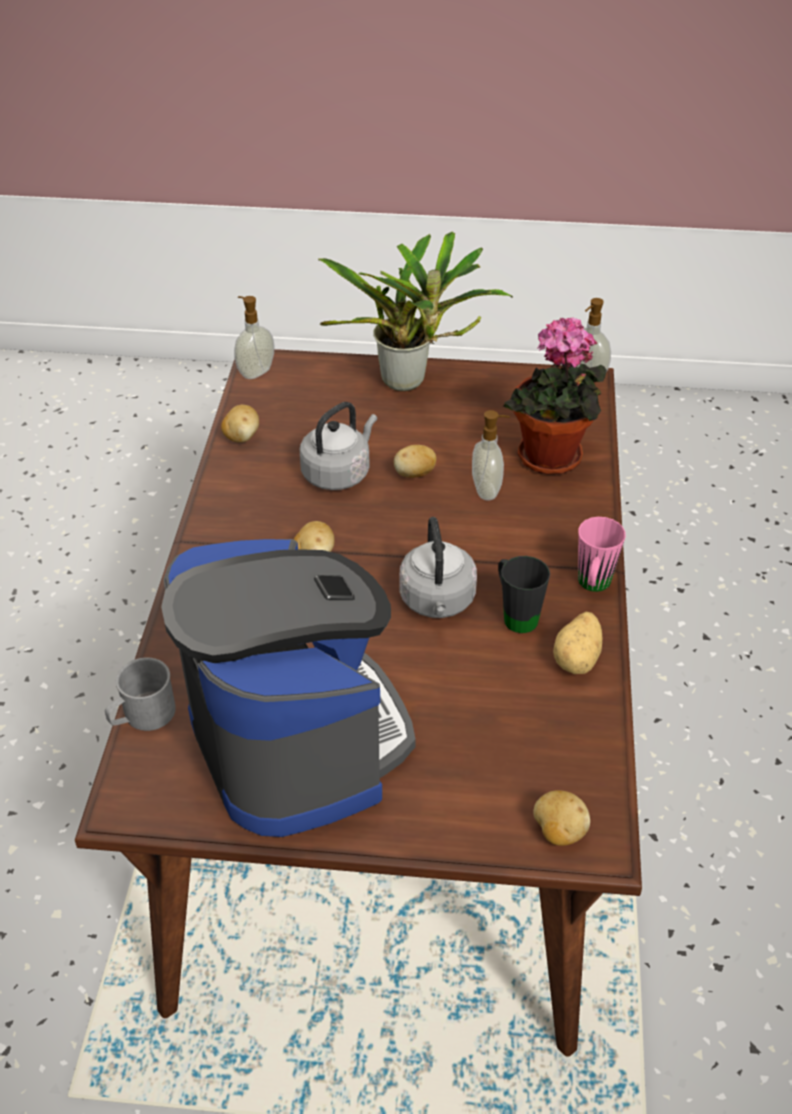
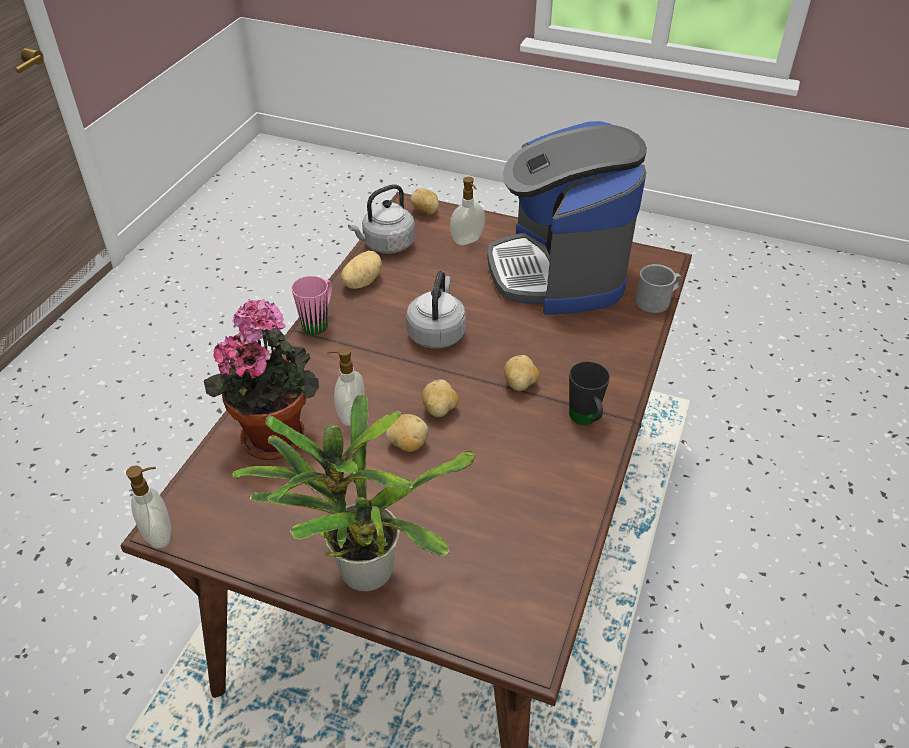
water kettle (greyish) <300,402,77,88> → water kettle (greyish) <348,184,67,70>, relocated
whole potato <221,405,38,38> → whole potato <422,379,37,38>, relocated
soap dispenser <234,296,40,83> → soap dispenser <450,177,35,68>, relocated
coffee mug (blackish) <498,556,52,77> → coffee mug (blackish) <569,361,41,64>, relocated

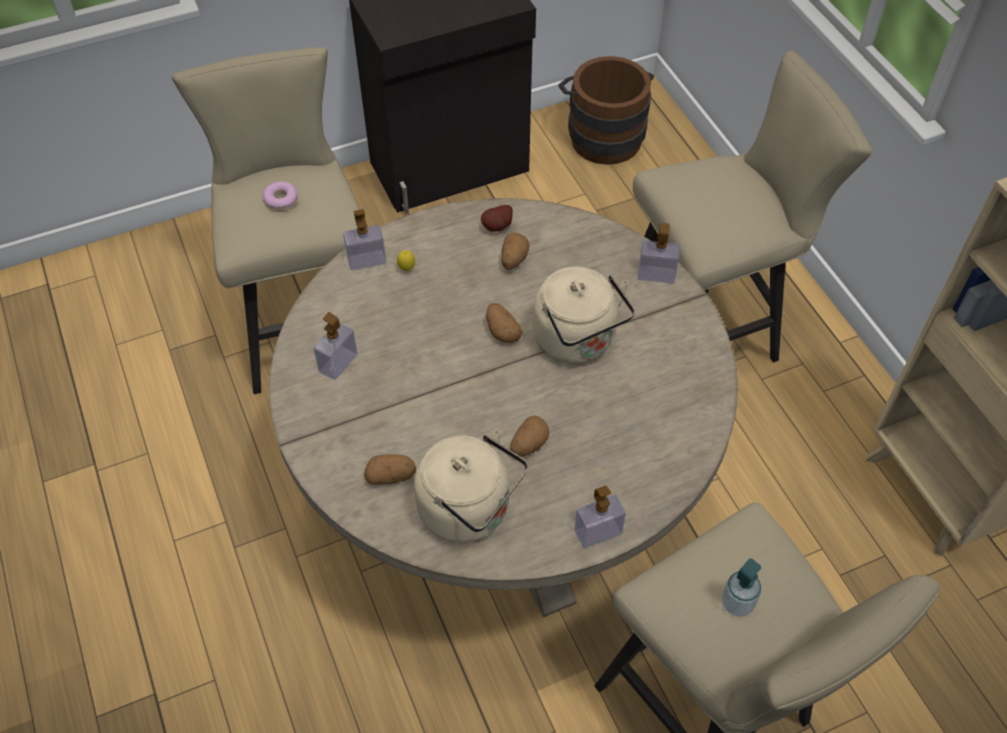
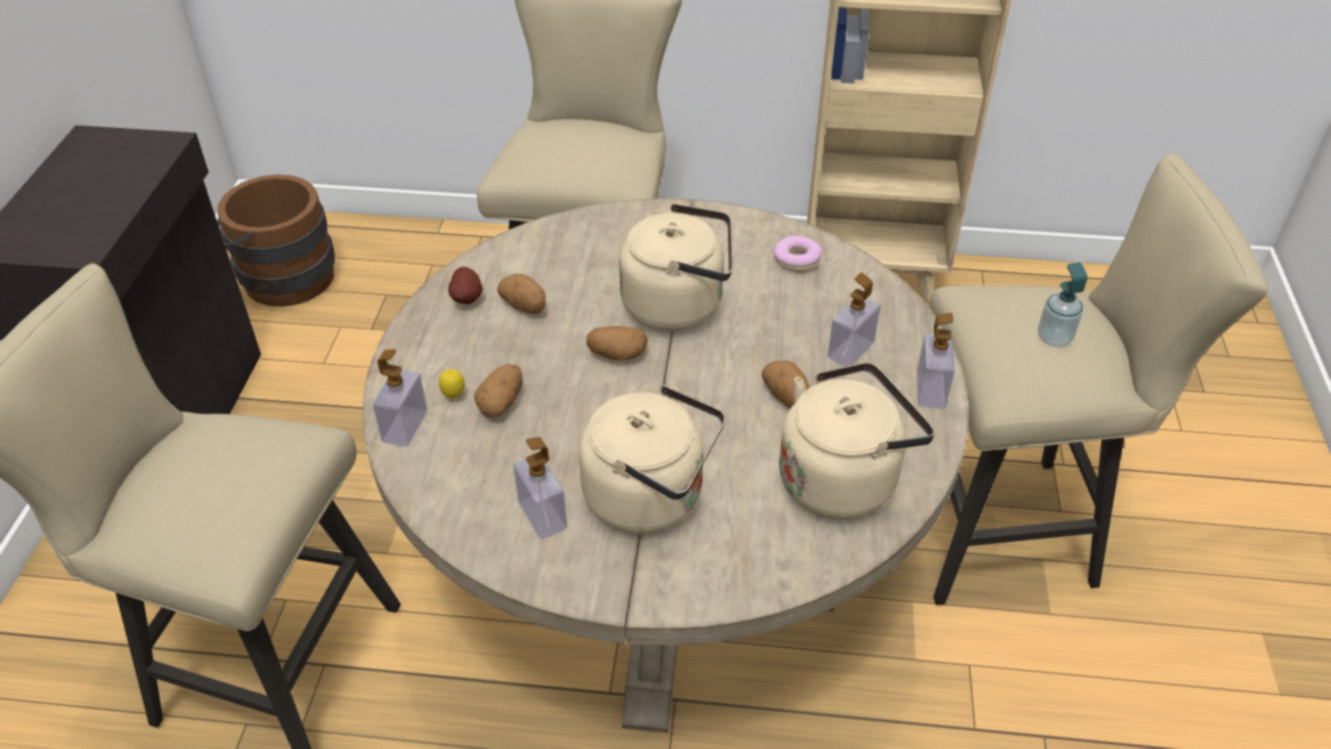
whole potato <364,454,52,30> → whole potato <474,364,49,54>, relocated
- → water kettle (sand-coloured) <579,385,146,149>
doughnut <263,181,35,30> → doughnut <774,236,48,35>, relocated
soap dispenser <638,223,42,60> → soap dispenser <828,273,52,93>, relocated

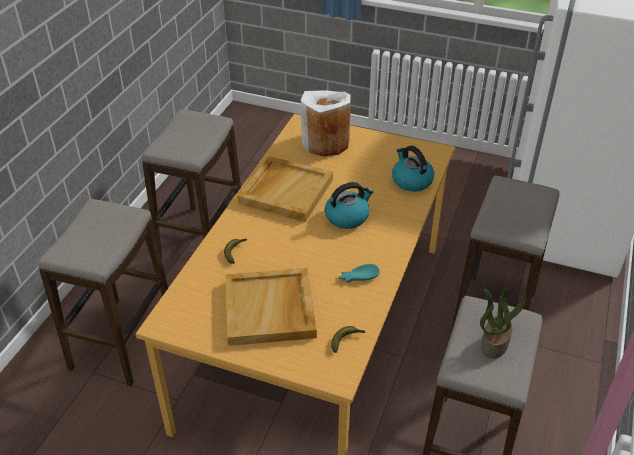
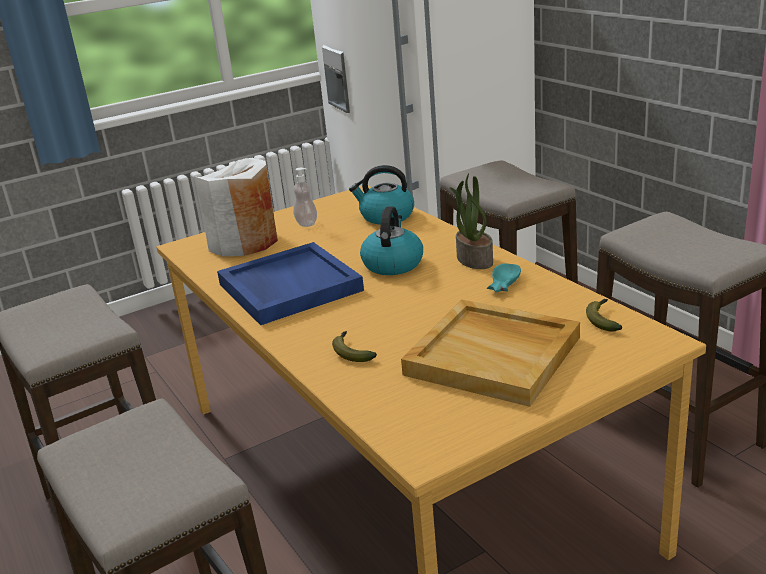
tray (sand-coloured) <238,156,95,66> → tray (blue) <217,242,147,83>
- → soap dispenser <293,168,24,59>
plant in a pot <480,289,46,70> → plant in a pot <449,173,44,96>, relocated

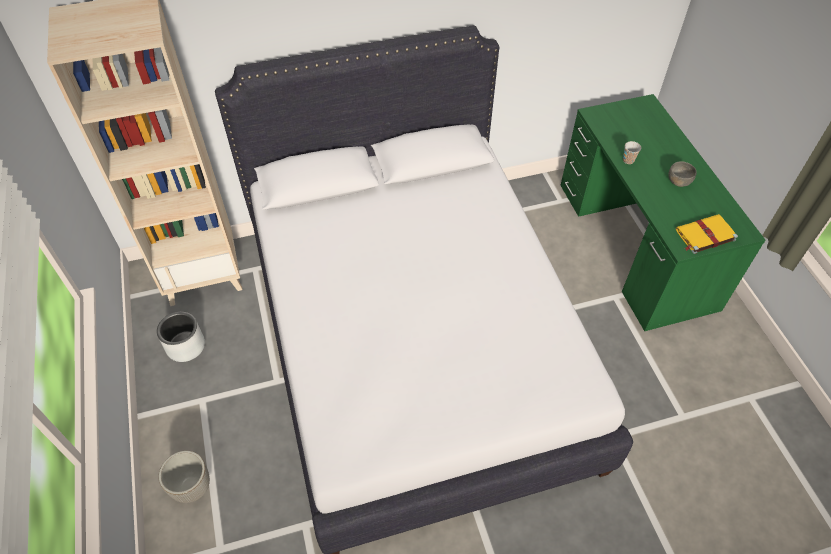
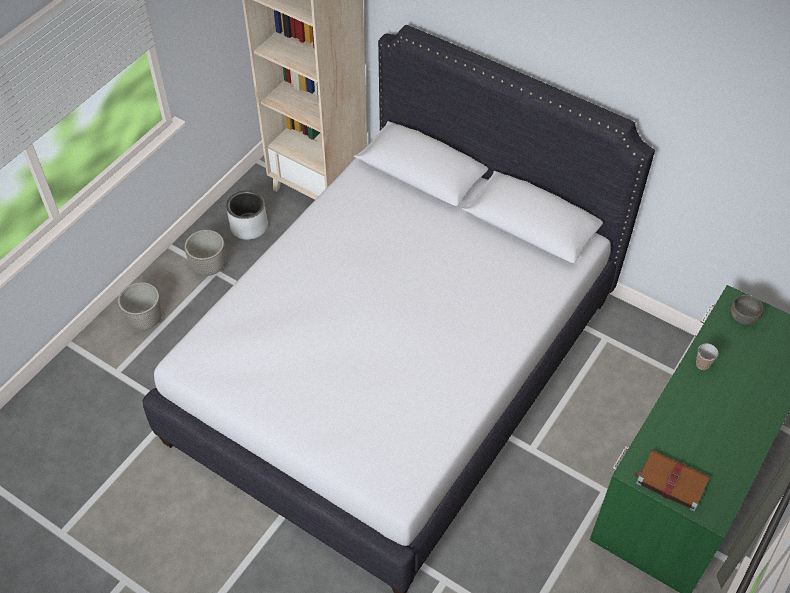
- → plant pot <184,230,42,46>
book (yellowish) <676,214,62,40> → book (brown-coloured) <634,450,76,61>
deep dish (greyish) <668,161,28,26> → deep dish (greyish) <731,295,32,30>, relocated

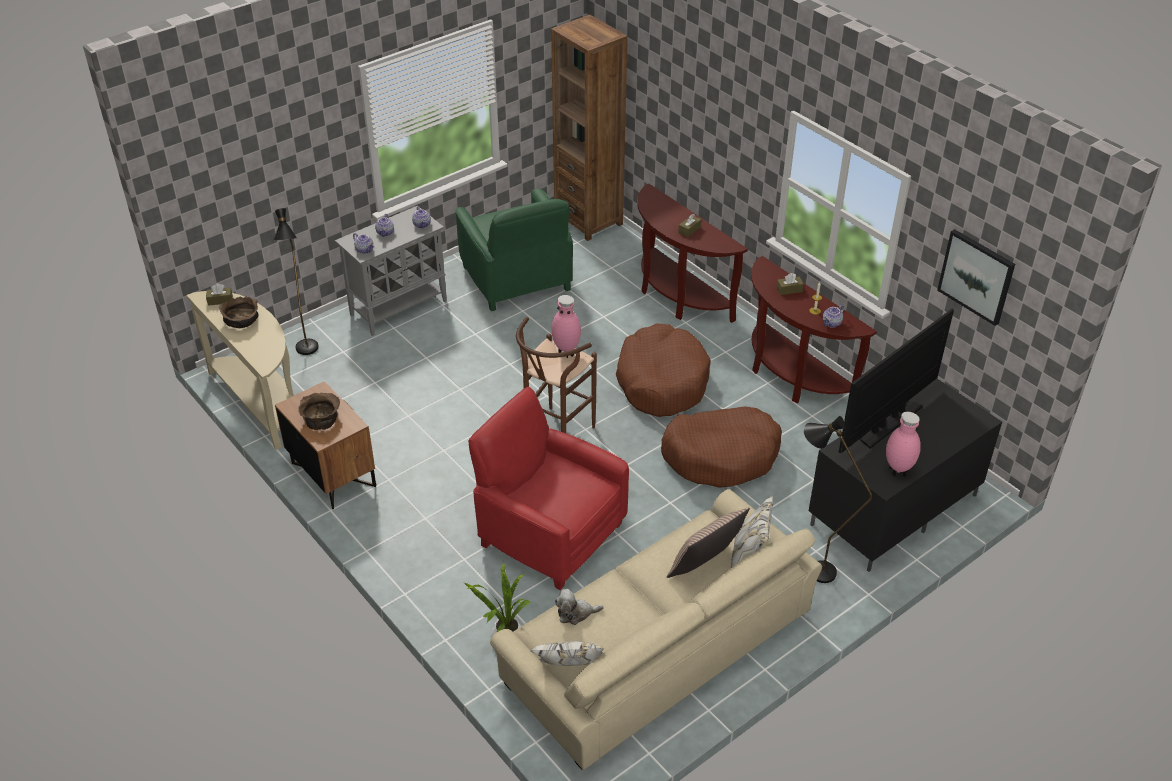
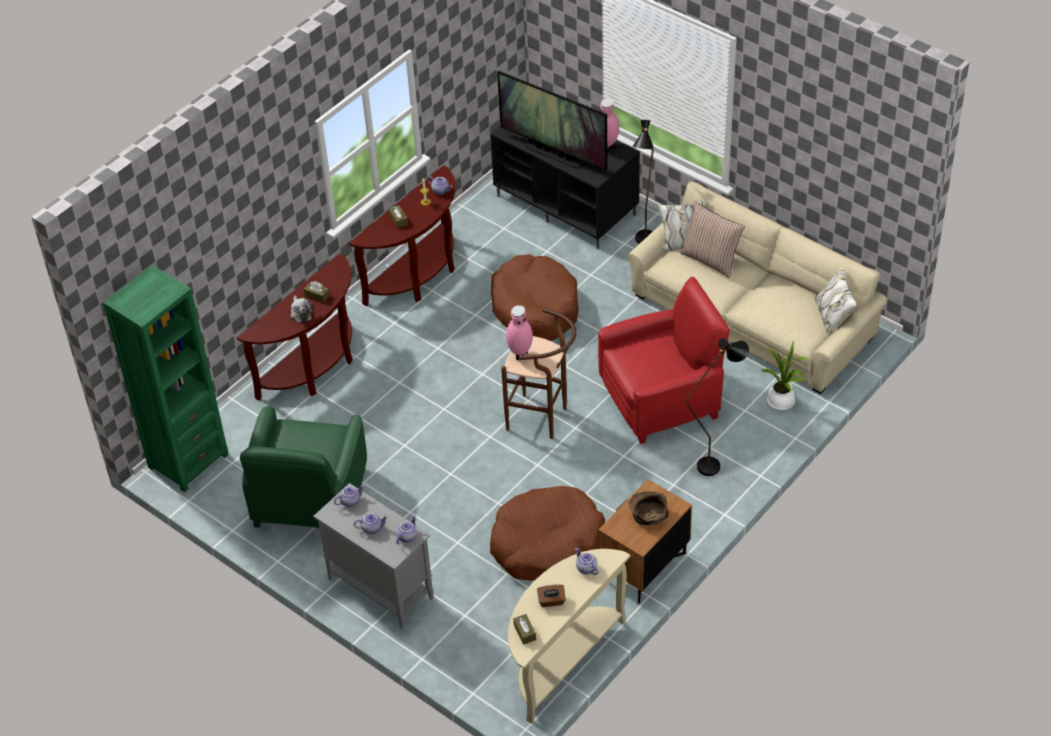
bookshelf (brown-coloured) <551,15,77,226> → bookshelf (green) <103,265,126,227>
lounge chair (green) <456,188,117,123> → lounge chair (green) <240,406,127,122>, 135 degrees clockwise
cuddly toy <555,589,49,36> → cuddly toy <290,295,24,28>, relocated
dog cushion (brown-coloured) <616,324,95,93> → dog cushion (brown-coloured) <490,486,115,95>, relocated
deep dish (brown-coloured) <219,297,39,31> → tissue box (brown-coloured) <537,584,29,23>
- → pot for tea <575,548,23,27>
lounge chair (red-coloured) <468,387,161,203> → lounge chair (red-coloured) <598,277,132,167>, 135 degrees counterclockwise
standard lamp (blackish) <273,208,46,147> → standard lamp (blackish) <686,338,63,138>, relocated
picture <937,229,78,97> → -

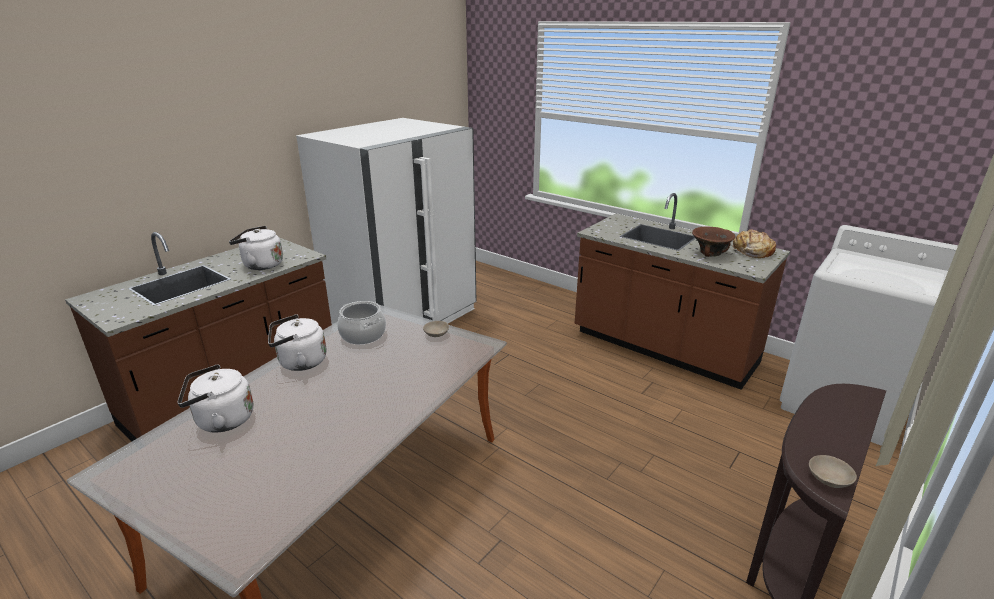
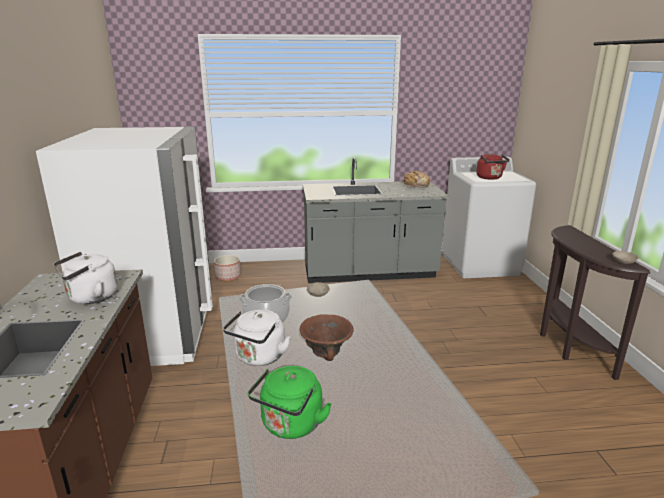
- → plant pot <214,255,27,26>
water kettle (white) <177,364,76,69> → water kettle (green) <248,366,84,73>
deep dish (brown-coloured) <692,226,44,31> → deep dish (brown-coloured) <300,314,54,47>, relocated
kitchen counter (brown-coloured) <575,193,215,197> → kitchen counter (greyish) <303,157,146,126>
- → water kettle (red-coloured) <476,153,33,27>

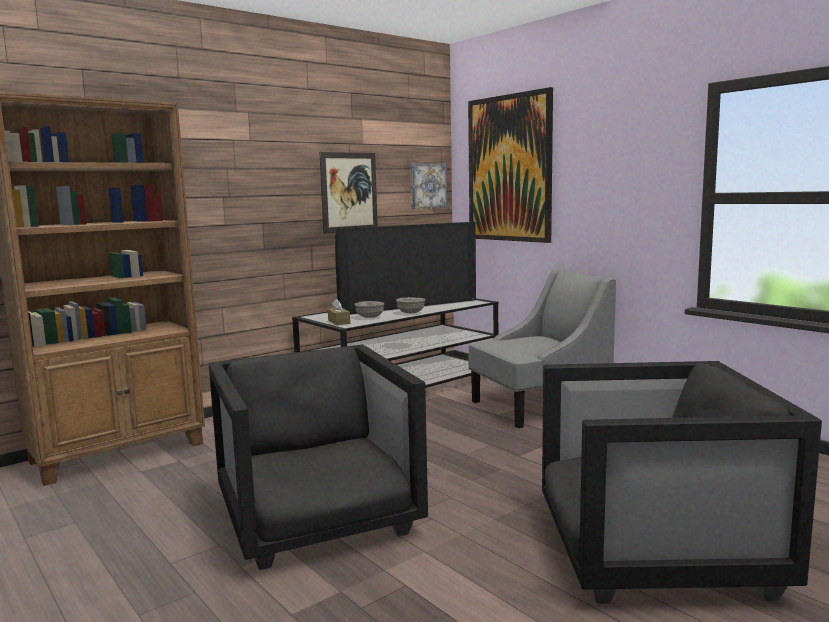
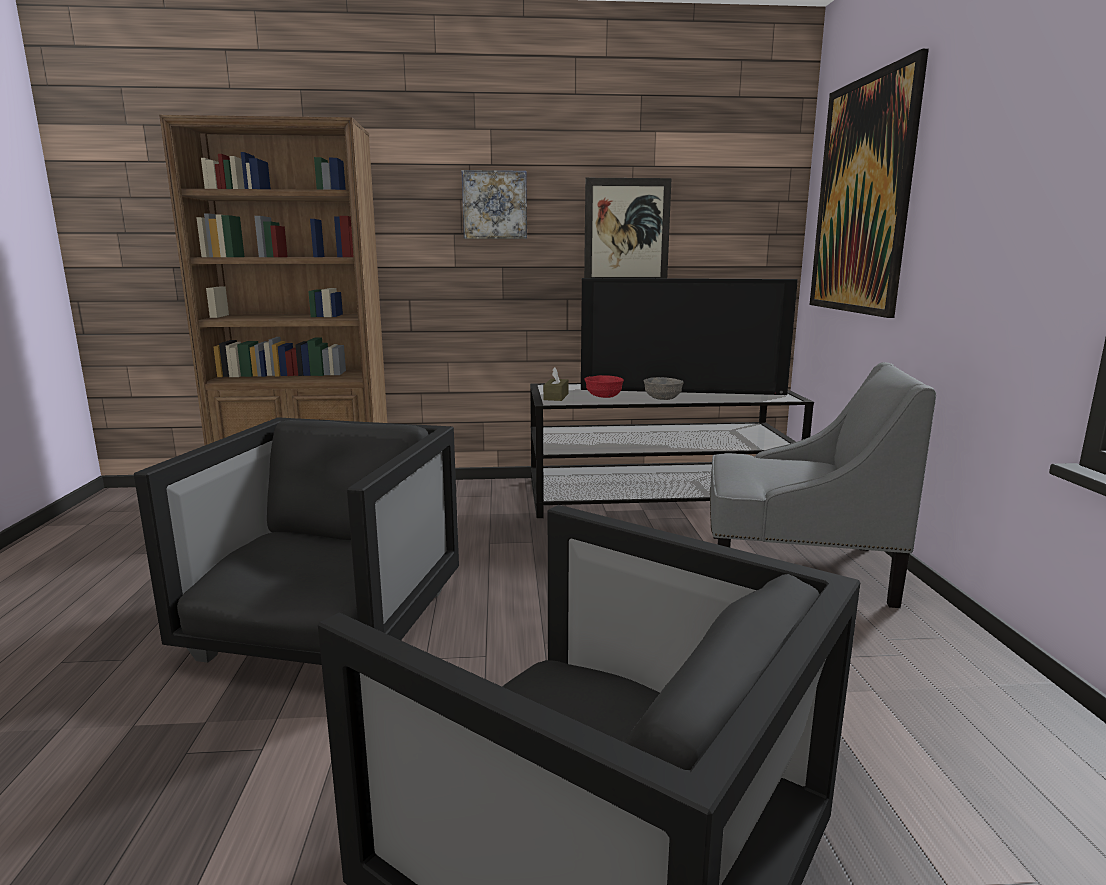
picture <410,164,37,45> → picture <462,170,65,69>, relocated
deep dish (greyish) <354,301,30,17> → deep dish (red-coloured) <584,375,40,23>

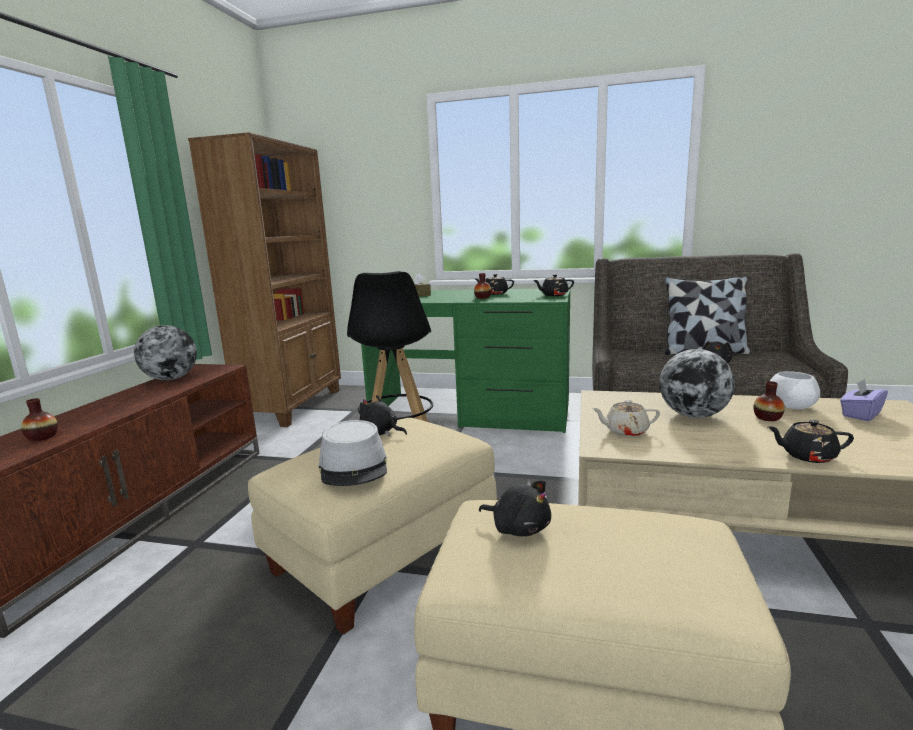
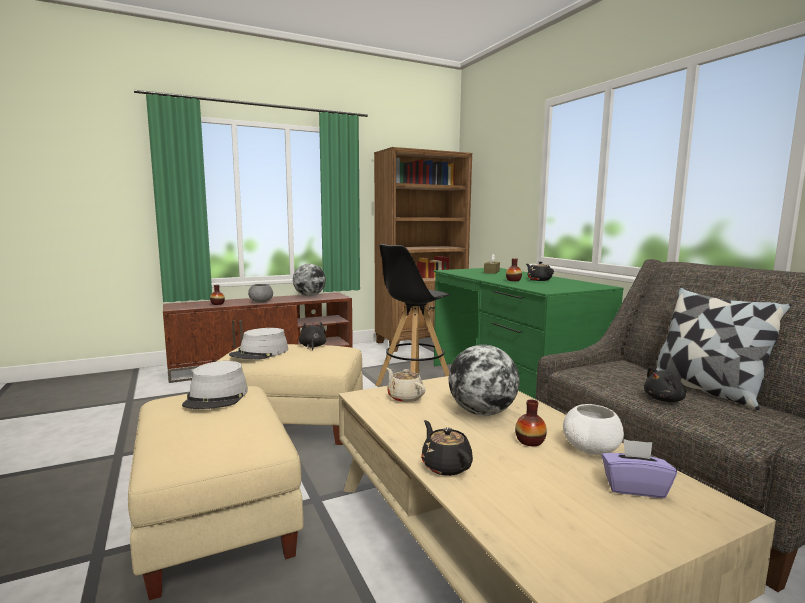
cuddly toy (blackish) <479,480,72,56> → hat (greyish) <182,361,66,48>
- → deep dish (greyish) <248,284,25,19>
pot for tea (blackish) <533,274,41,22> → -

